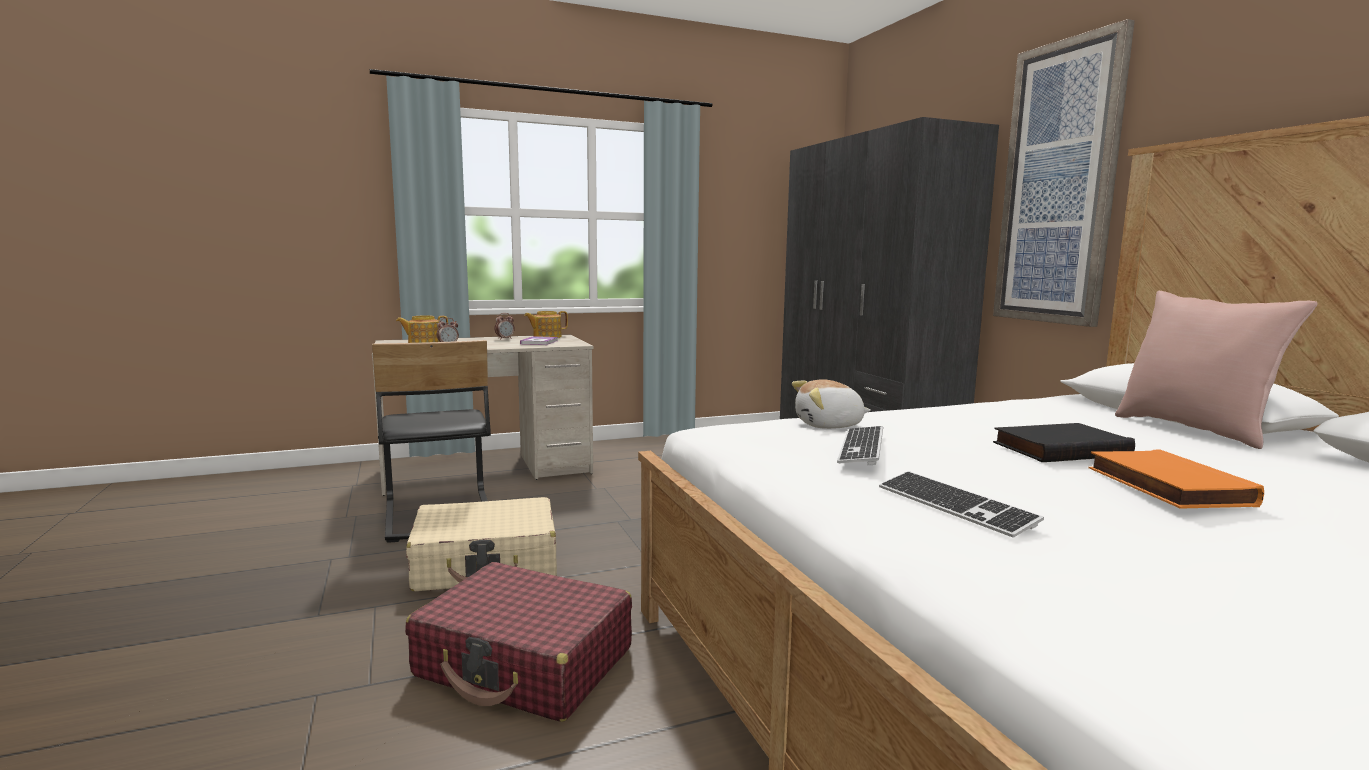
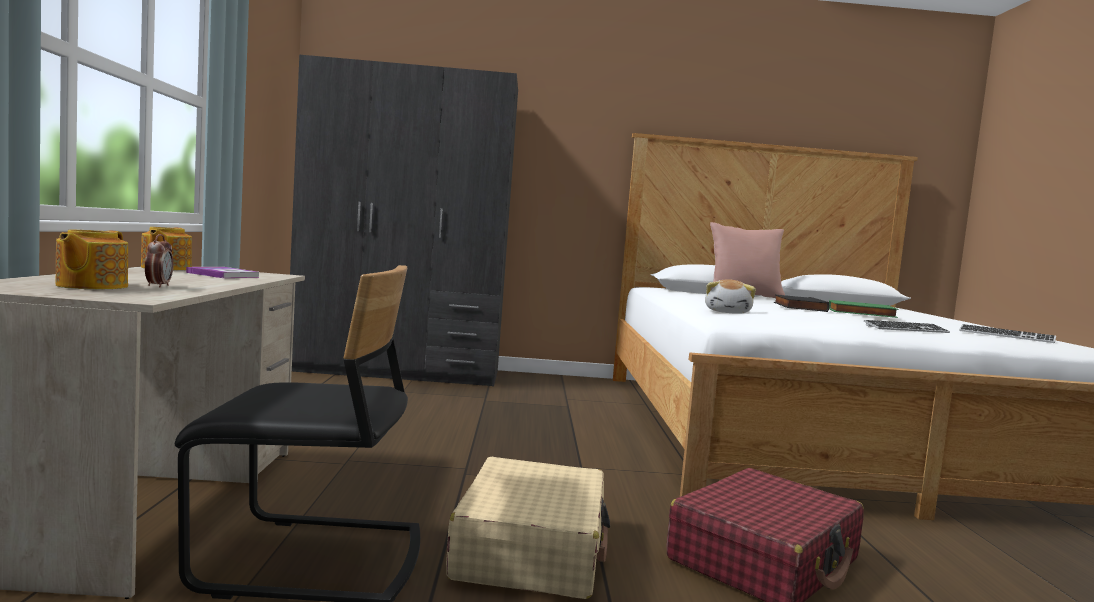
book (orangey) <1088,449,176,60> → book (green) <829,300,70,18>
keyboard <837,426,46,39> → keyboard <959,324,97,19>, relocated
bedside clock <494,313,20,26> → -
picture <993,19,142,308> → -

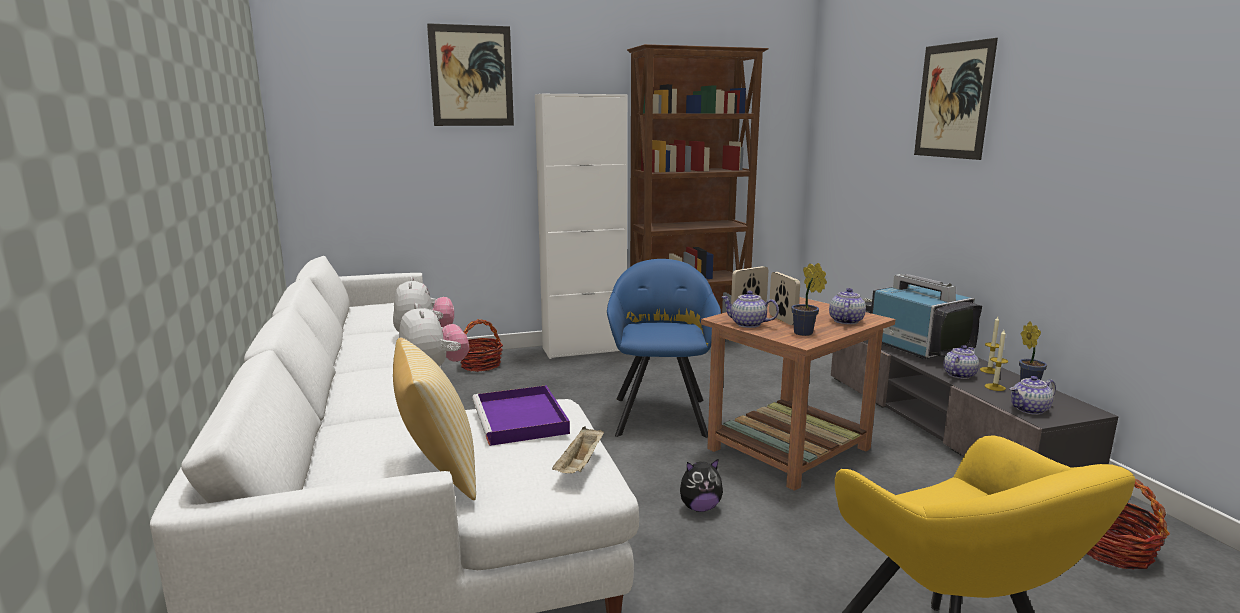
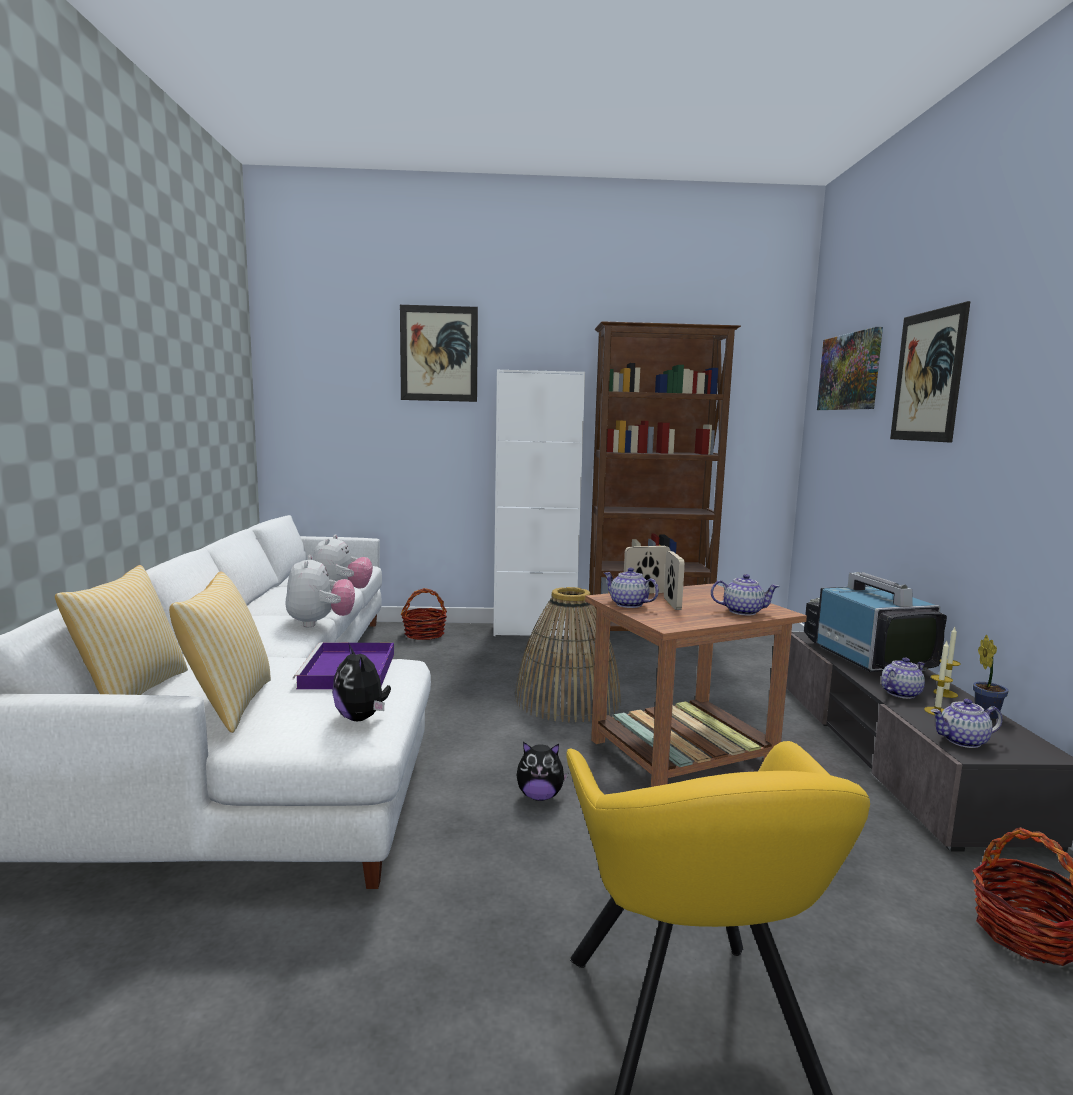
- → cushion <55,565,133,130>
tray (sand-coloured) <552,426,52,47> → cuddly toy <332,645,59,76>
lounge chair (blue) <607,259,114,179> → basket <515,587,106,136>
pot for tea <829,288,37,37> → pot for tea <711,574,68,42>, 60 degrees clockwise
- → picture <817,327,66,83>
plant in a pot <791,263,36,73> → -

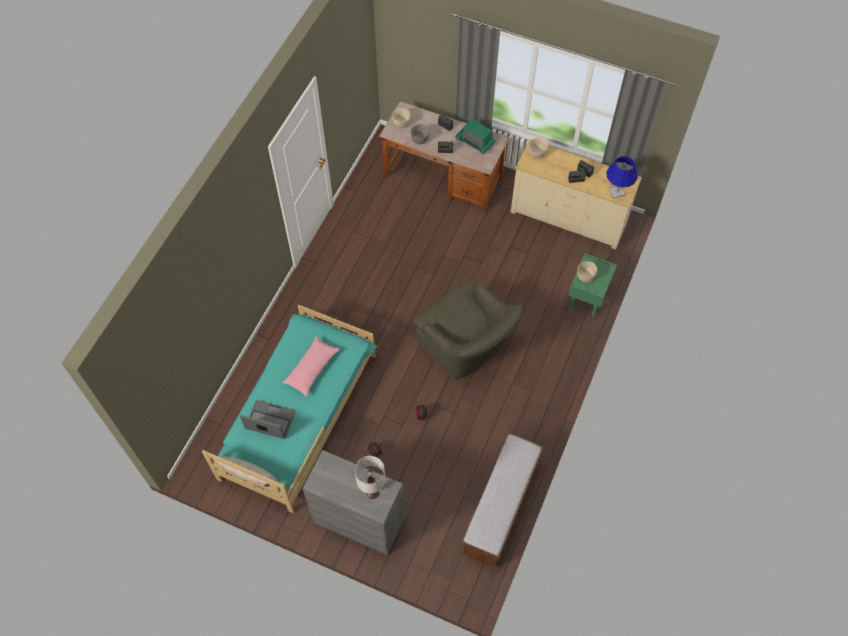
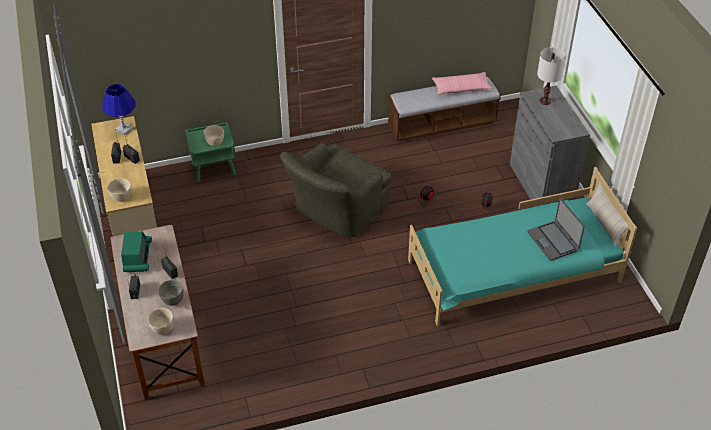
lounge chair (green) <414,280,110,99> → lounge chair (green) <280,143,111,94>, 150 degrees counterclockwise
cushion (pink) <282,336,58,60> → cushion (pink) <432,72,60,23>, relocated

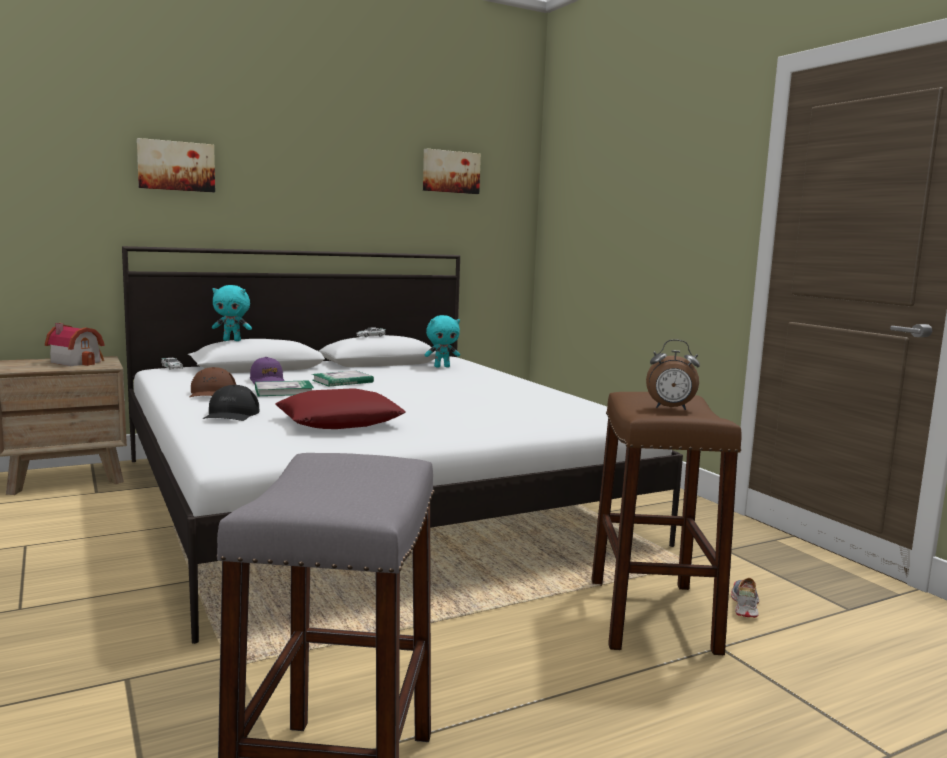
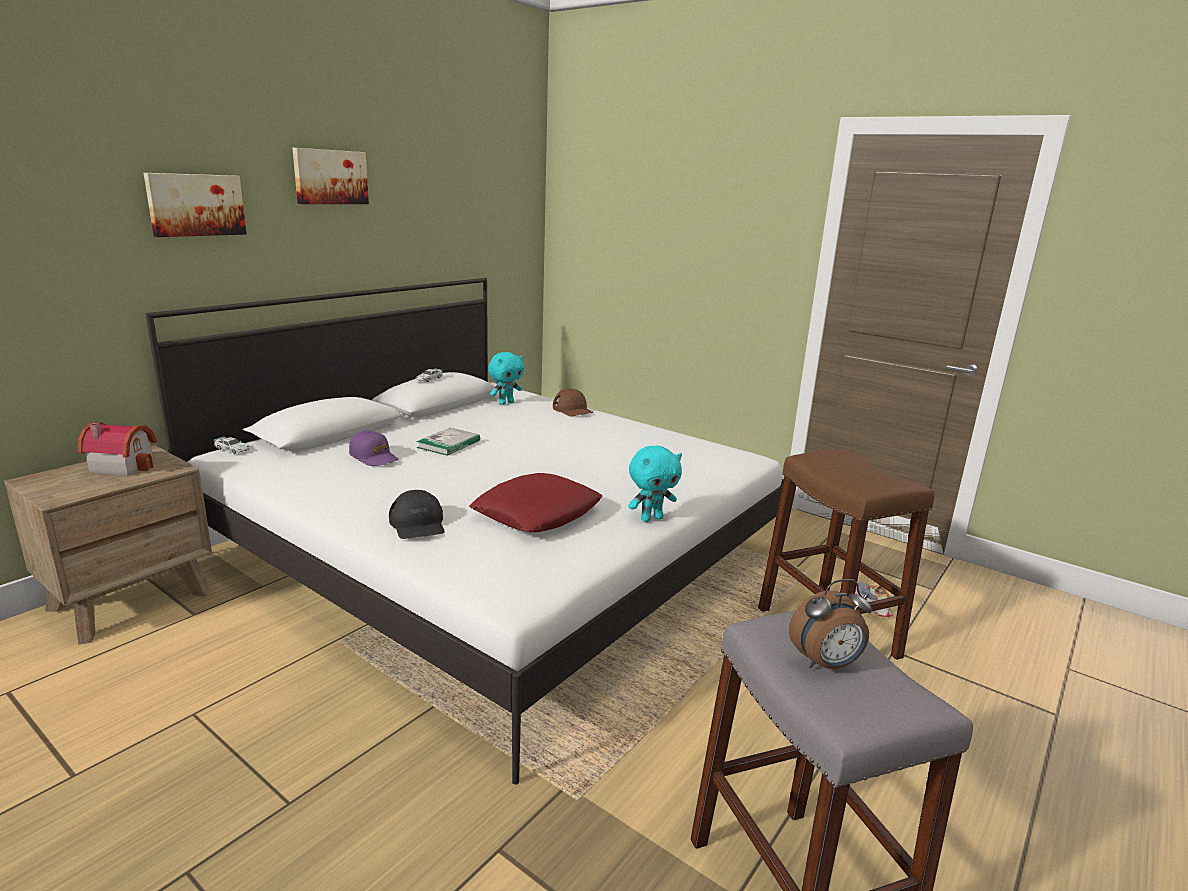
picture <423,148,58,46> → picture <292,148,77,56>, relocated
baseball cap (brown-coloured) <190,367,46,30> → baseball cap (brown-coloured) <553,388,41,28>, relocated
cuddly toy (blue-green) <212,285,40,56> → cuddly toy (blue-green) <628,446,54,76>, relocated
bedside clock <646,340,54,70> → bedside clock <789,579,83,90>, relocated
book <255,380,59,16> → -

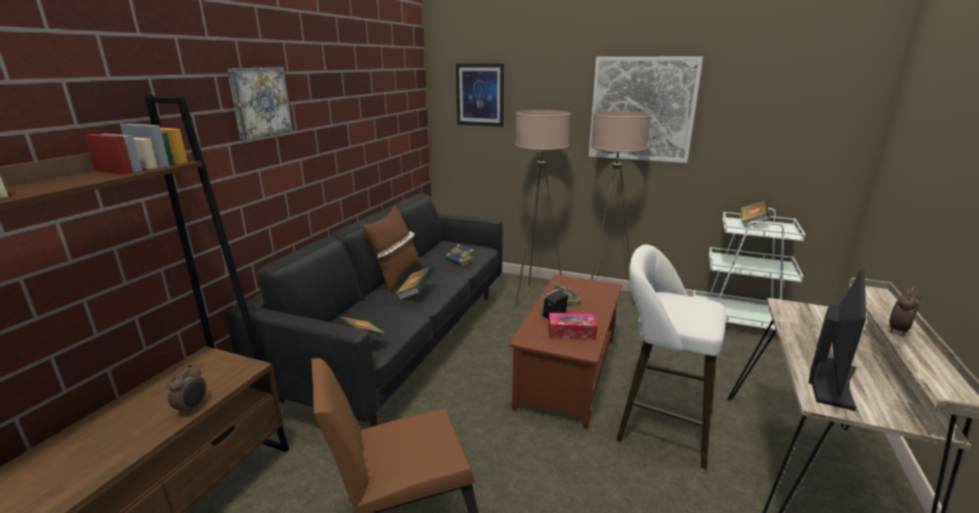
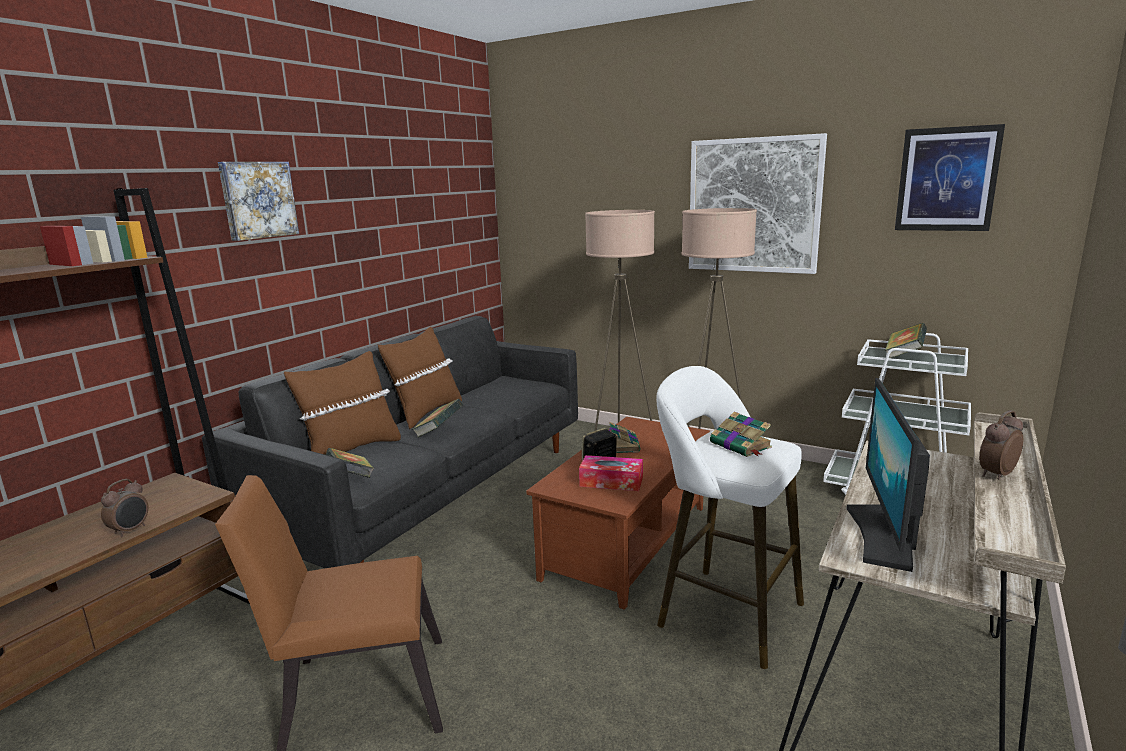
- → cushion (brown-coloured) <284,351,117,104>
book <446,244,30,22> → book <710,412,62,45>, relocated
computer screen <809,268,57,143> → computer screen <847,378,83,194>, 150 degrees clockwise
picture <456,63,48,64> → picture <895,124,110,107>, relocated

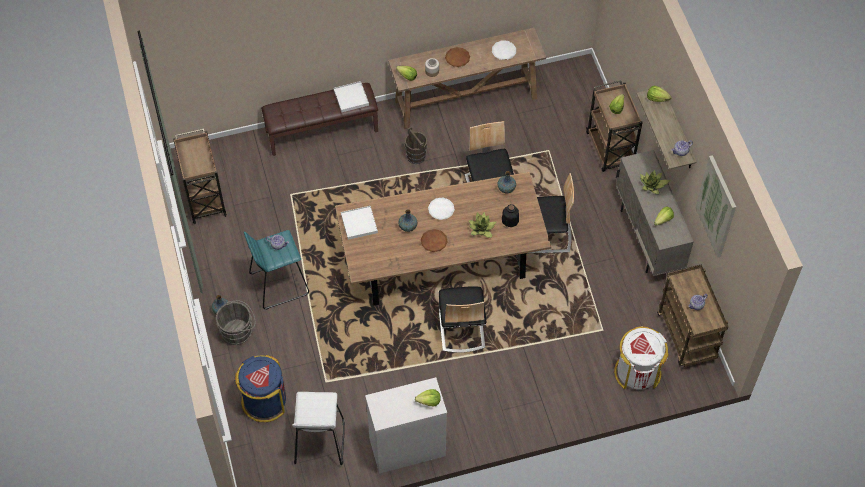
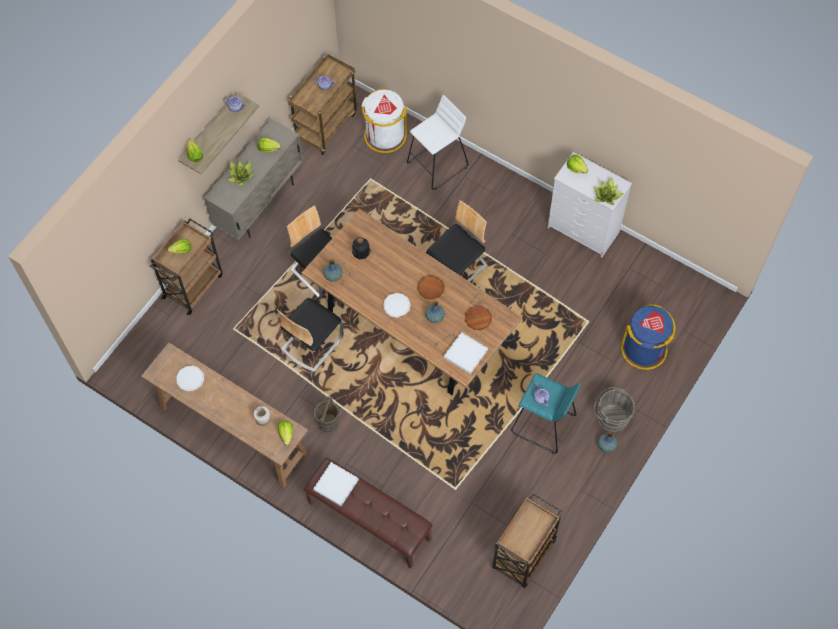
stool (white) <292,392,53,73> → stool (white) <407,95,61,95>, relocated
dinner plate (brown-coloured) <445,47,25,20> → dinner plate (brown-coloured) <465,306,27,24>, relocated
plant in a pot <468,212,28,26> → plant in a pot <594,177,30,28>, relocated
picture <695,155,41,103> → -

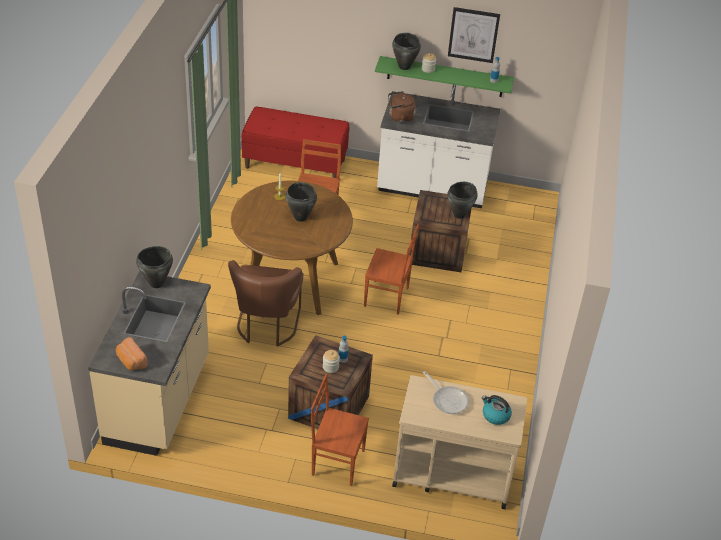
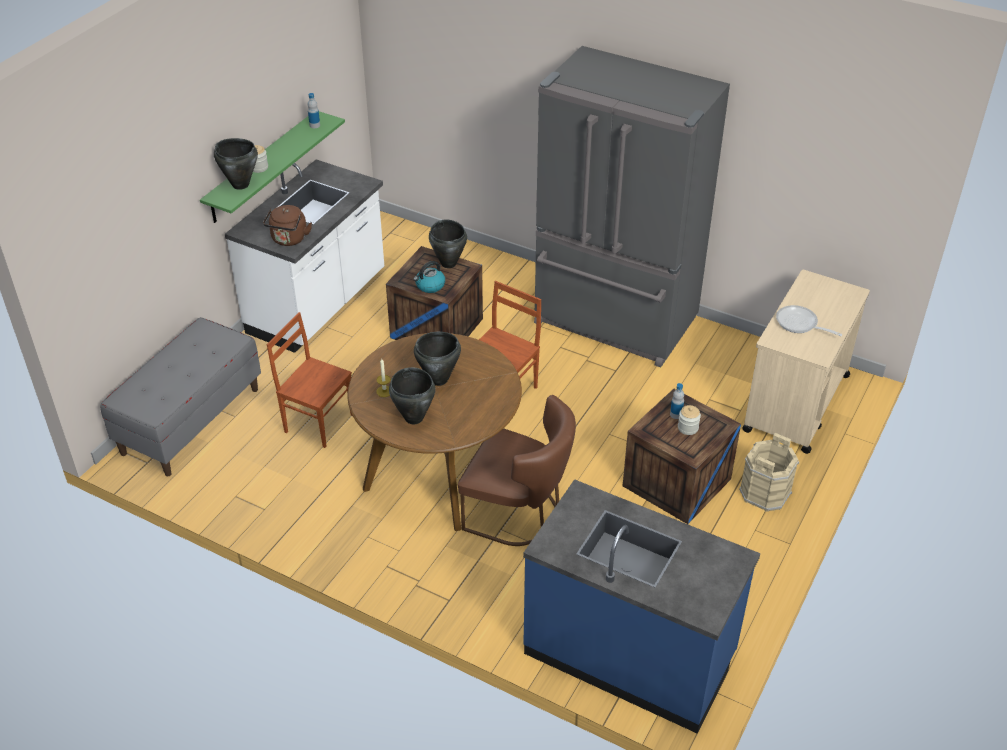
long seat (red-coloured) <241,107,108,71> → long seat (greyish) <100,317,161,159>
saucepot (blackish) <136,246,37,42> → saucepot (blackish) <389,367,46,57>, relocated
water kettle <482,395,30,30> → water kettle <413,261,32,32>, relocated
kitchen counter (sand-coloured) <88,271,123,185> → kitchen counter (blue) <523,479,237,255>
- → fridge (greyish) <534,46,196,321>
chair (brown-coloured) <311,374,58,112> → bucket (sand-coloured) <739,433,60,79>
skillet <423,371,46,43> → skillet <776,305,66,31>, 120 degrees counterclockwise
baked bread <116,337,32,33> → -
picture <448,7,52,56> → -

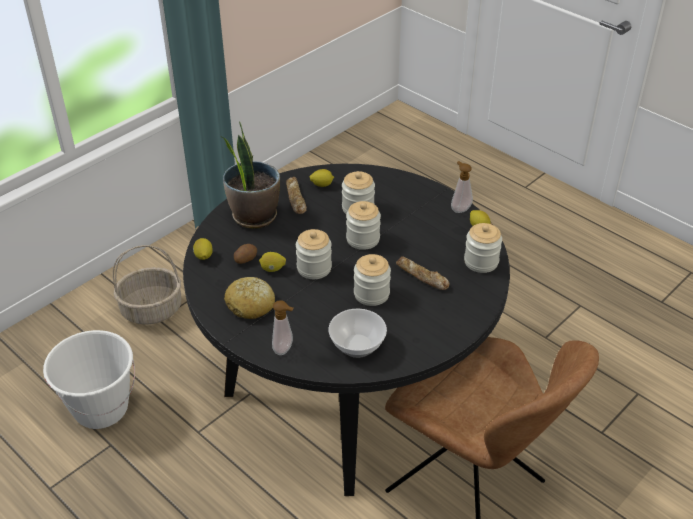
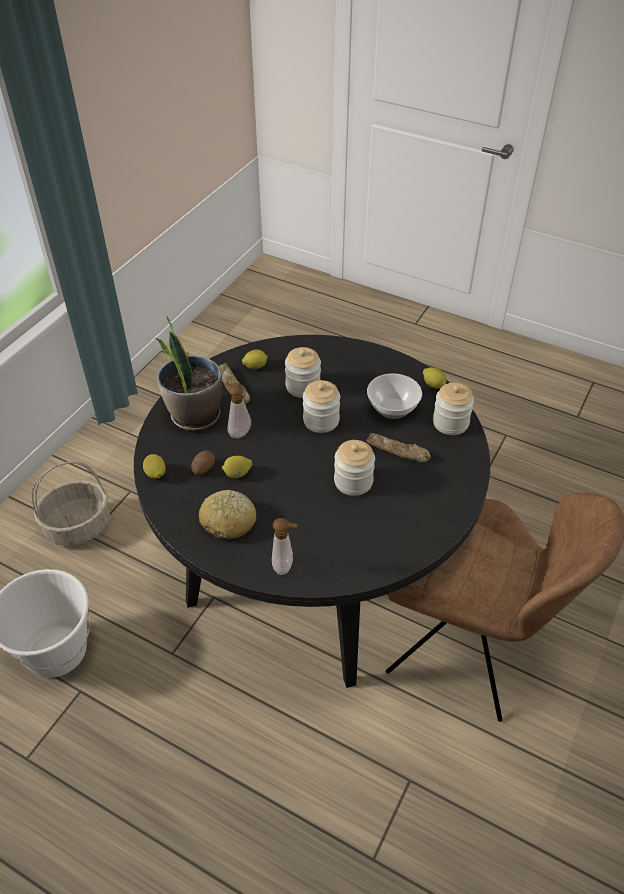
soap dispenser <451,161,22,52> → soap dispenser <225,382,26,56>, relocated
deep dish <328,309,59,49> → deep dish <367,373,55,46>, relocated
jar <296,229,36,50> → -

